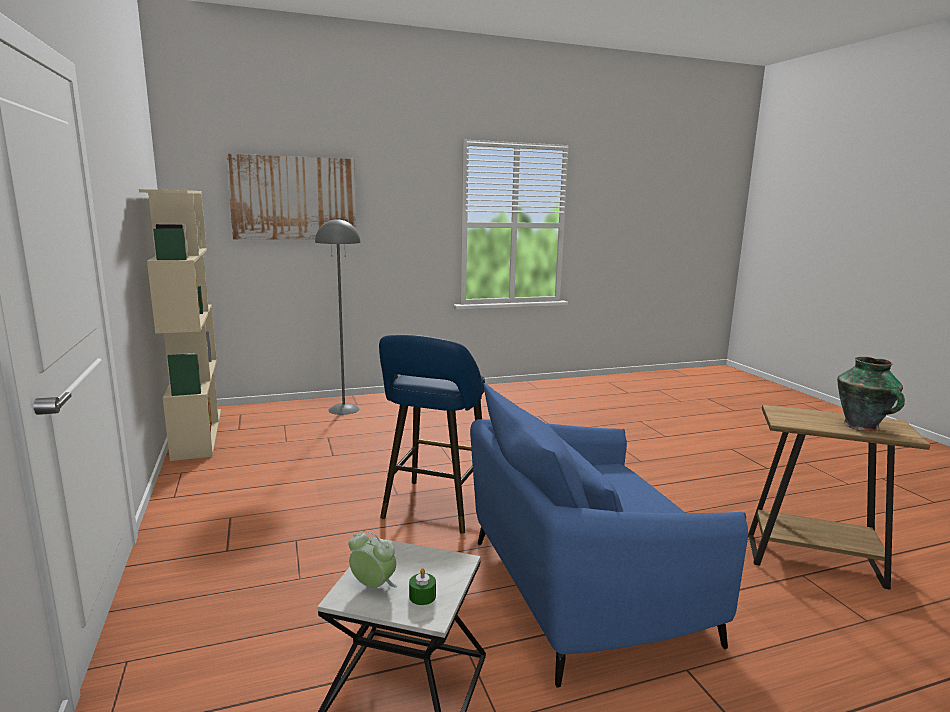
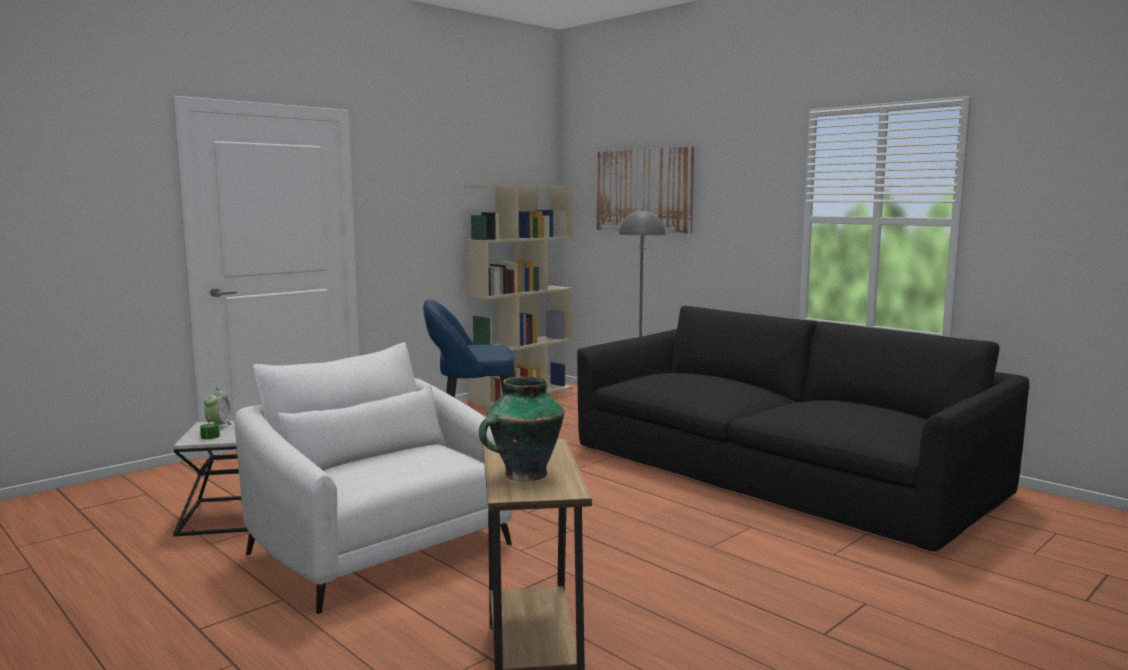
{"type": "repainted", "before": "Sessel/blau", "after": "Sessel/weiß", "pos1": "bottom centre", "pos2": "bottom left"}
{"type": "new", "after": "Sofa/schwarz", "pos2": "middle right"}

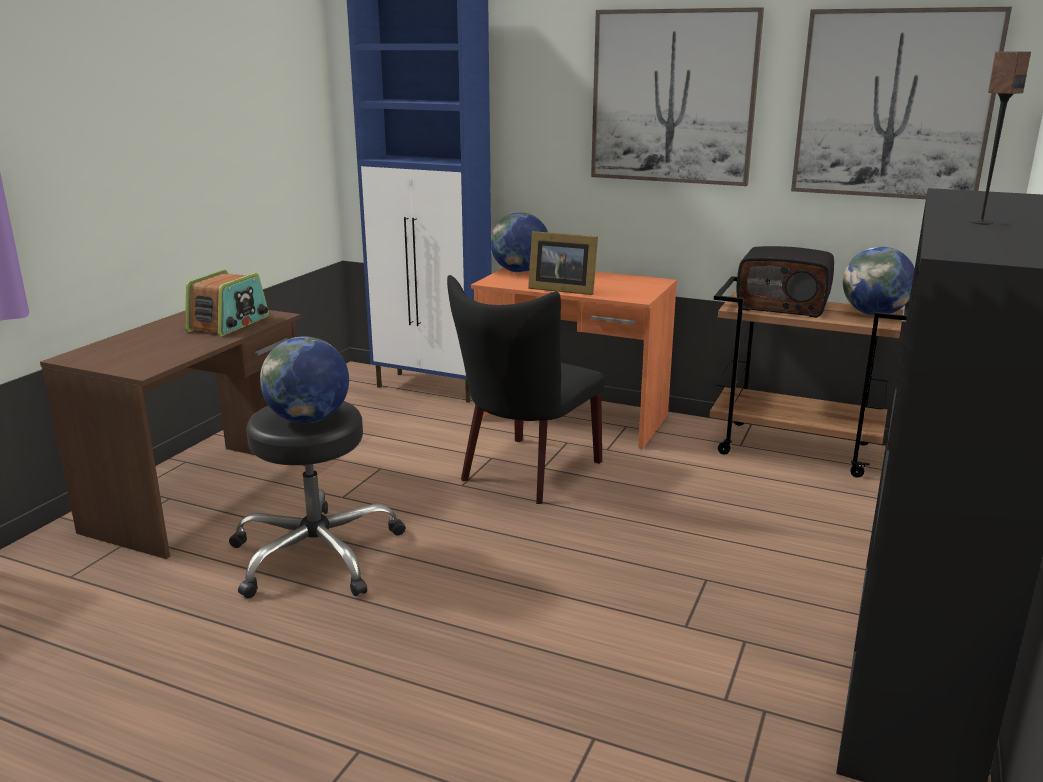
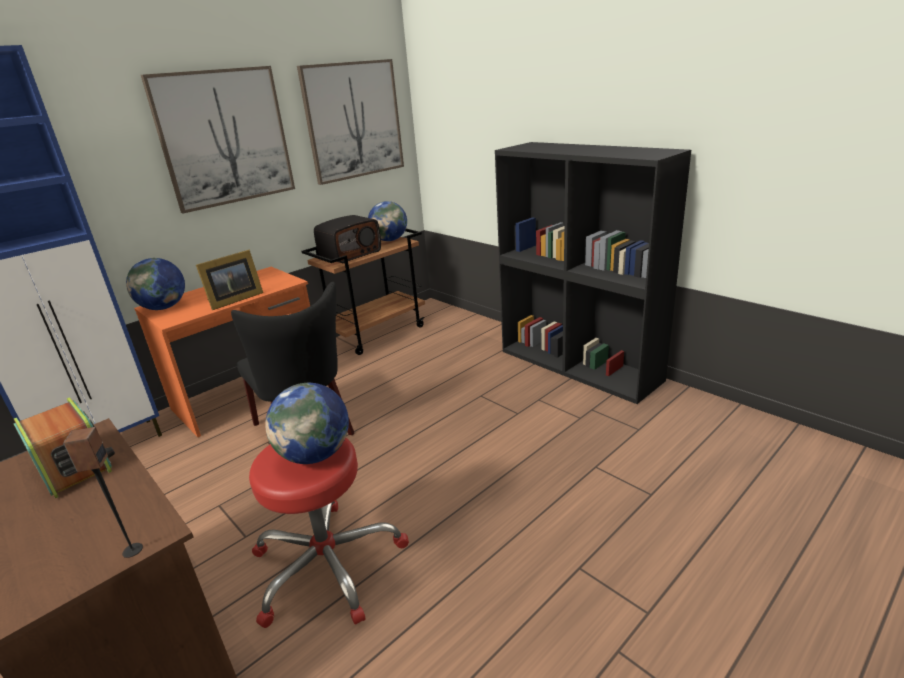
{"type": "shifted", "before": "Lautsprecher", "pos1": "top right", "pos2": "bottom left"}
{"type": "repainted", "before": "Hocker/schwarz", "after": "Hocker/rot", "pos1": "middle left", "pos2": "bottom centre"}

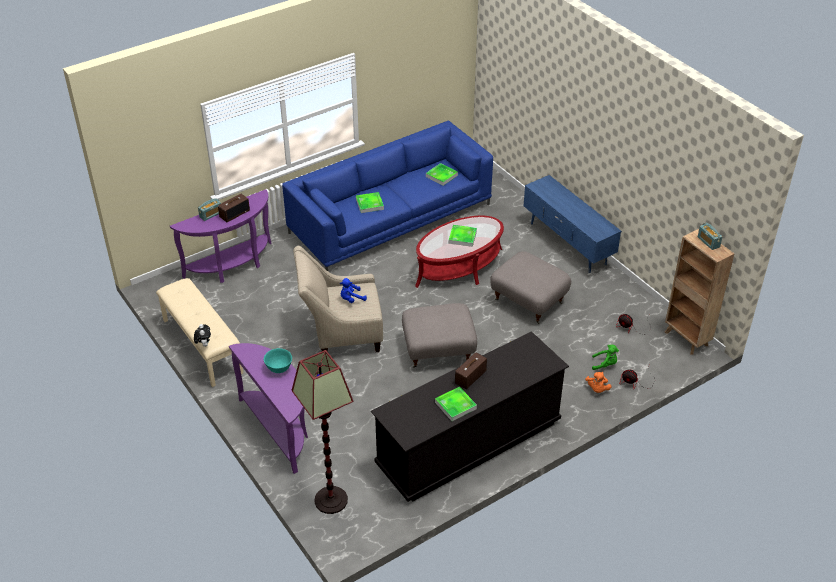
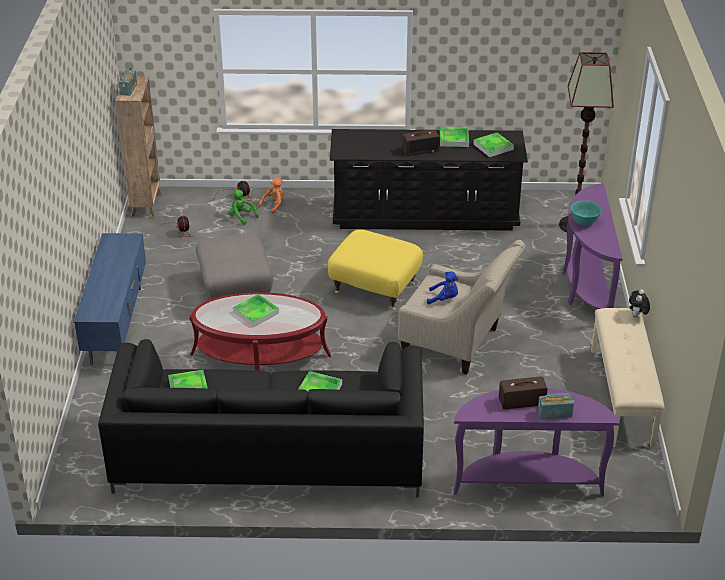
{"type": "repainted", "before": "Sofa/blau", "after": "Sofa/schwarz", "pos1": "centre", "pos2": "bottom centre"}
{"type": "repainted", "before": "Polsterhocker/grau (no. 1 from left)", "after": "Polsterhocker/gelb", "pos1": "centre", "pos2": "centre"}
{"type": "new", "after": "Tablett (no. 5 from left)", "pos2": "top right"}

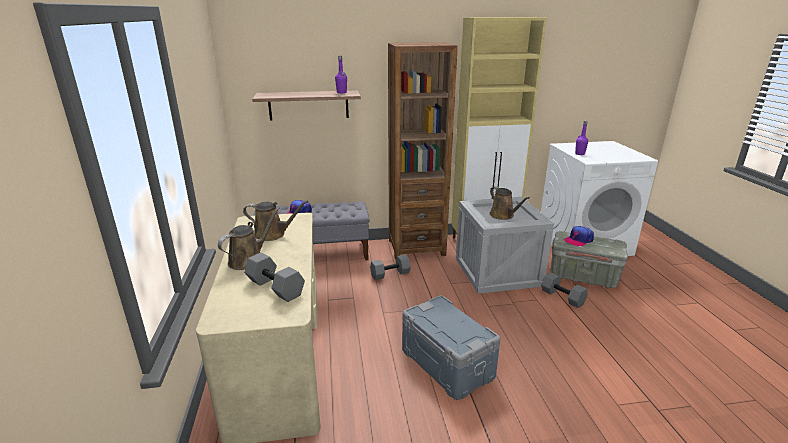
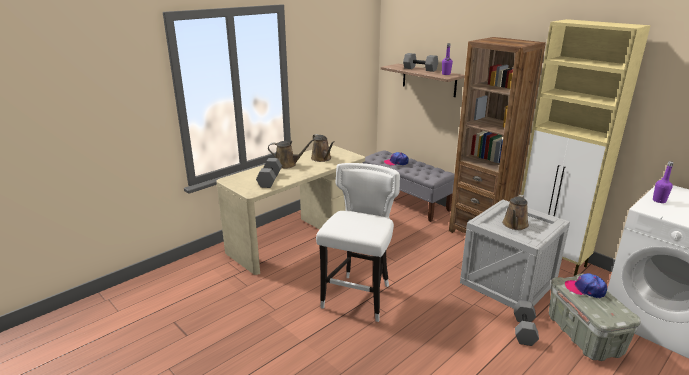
{"type": "shifted", "before": "Hantel/grau (no. 2 from left)", "pos1": "centre", "pos2": "top centre"}
{"type": "swapped", "before": "Aufbewahrungsbox/grau (no. 1 from left)", "after": "Hocker/weiß", "pos1": "bottom centre", "pos2": "centre"}

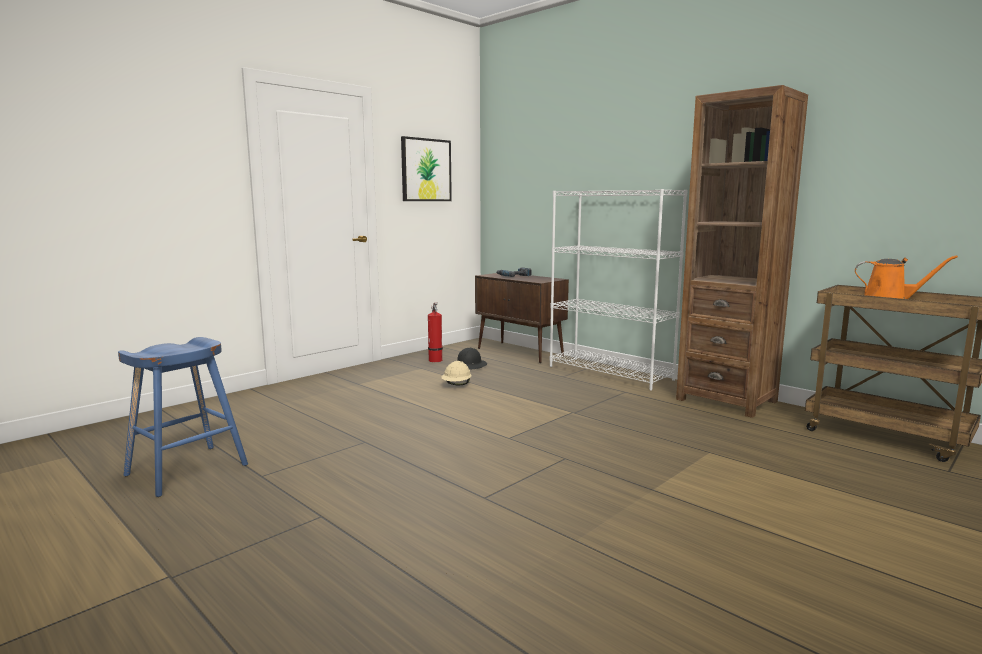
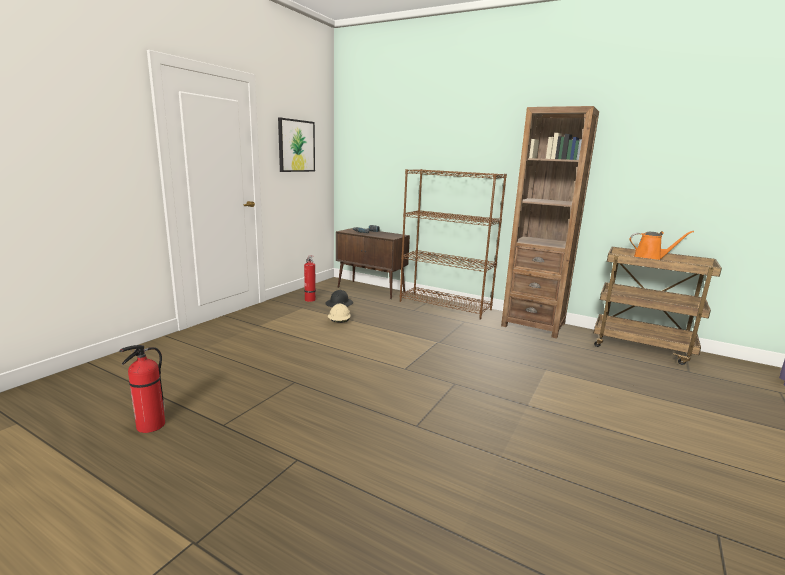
{"type": "repainted", "before": "Bücherregal/weiß", "after": "Bücherregal/braun (no. 1 from left)", "pos1": "centre", "pos2": "centre"}
{"type": "swapped", "before": "Hocker/blau", "after": "Feuerlöscher (no. 1 from left)", "pos1": "middle left", "pos2": "bottom left"}

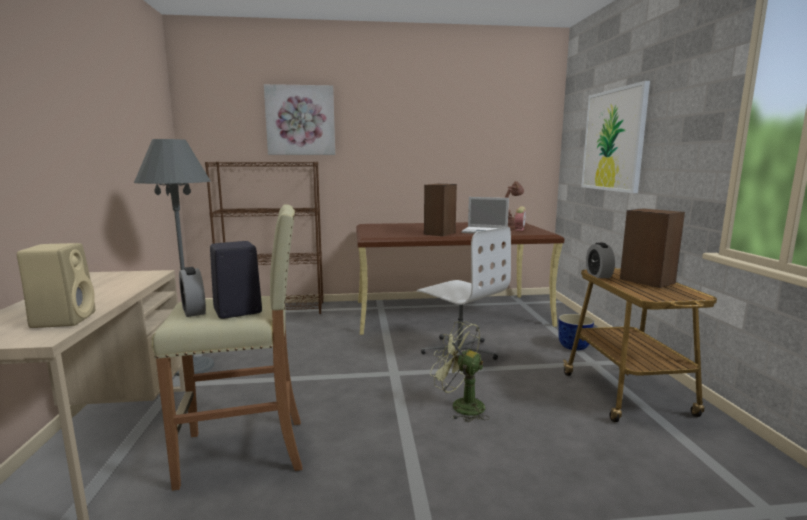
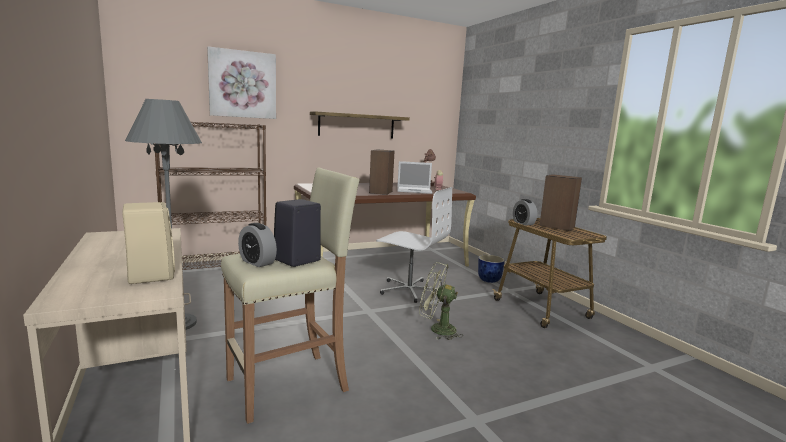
{"type": "gone", "before": "Bild (no. 2 from left)", "pos1": "top right"}
{"type": "new", "after": "Wandregal", "pos2": "top centre"}

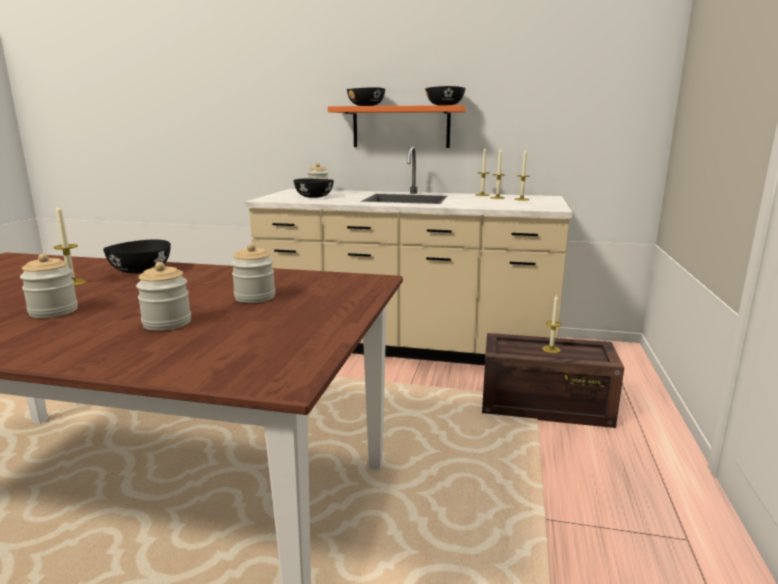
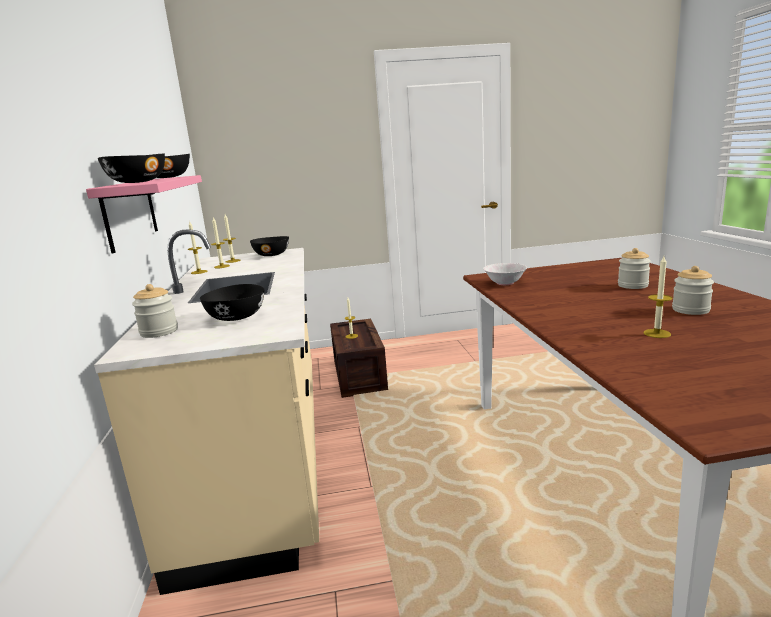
{"type": "repainted", "before": "Wandregal/orange", "after": "Wandregal/rosa", "pos1": "top centre", "pos2": "middle left"}
{"type": "shifted", "before": "Schüssel/schwarz (no. 1 from left in the first image)", "after": "Schüssel/schwarz (no. 4 from left)", "pos1": "middle left", "pos2": "centre"}
{"type": "gone", "before": "Vorratsglas (no. 3 from left)", "pos1": "middle left"}
{"type": "new", "after": "Schüssel/weiß", "pos2": "centre"}

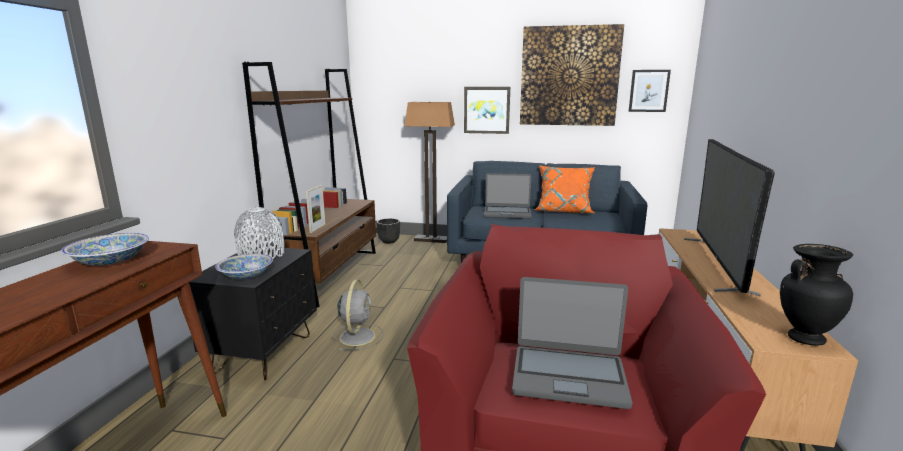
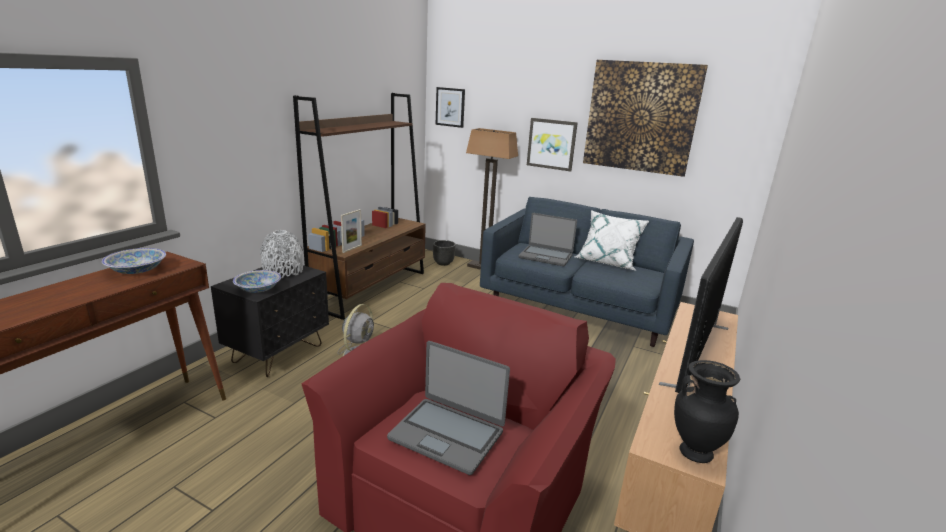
{"type": "shifted", "before": "Bild (no. 3 from left in the first image)", "after": "Bild (no. 1 from left)", "pos1": "top right", "pos2": "top centre"}
{"type": "repainted", "before": "Kissen/orange", "after": "Kissen/weiß", "pos1": "centre", "pos2": "centre"}

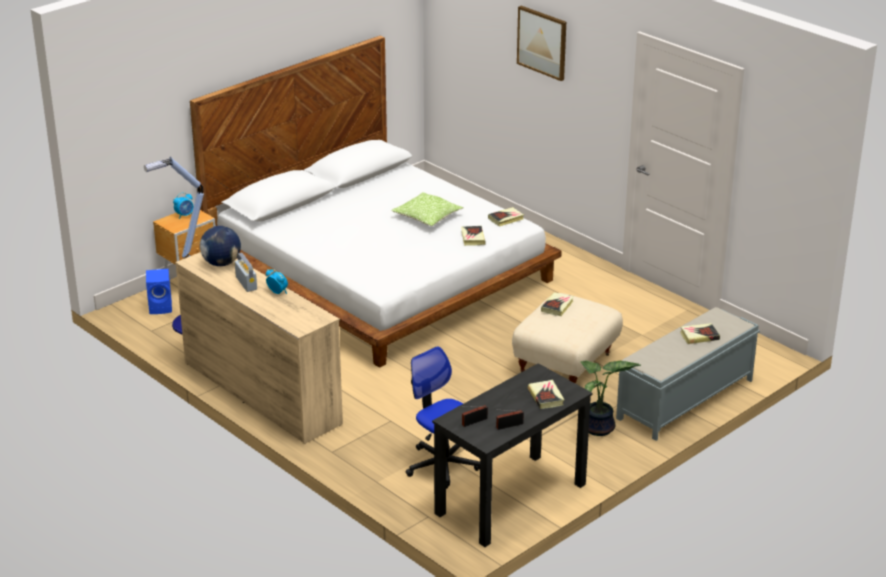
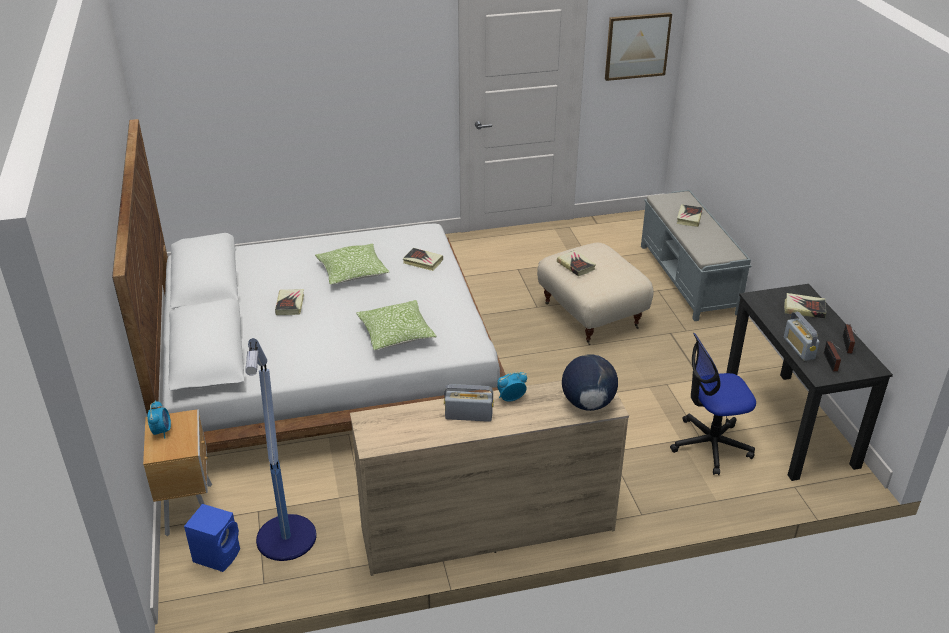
{"type": "shifted", "before": "Bild", "pos1": "top centre", "pos2": "top right"}
{"type": "shifted", "before": "Buch (no. 2 from left in the first image)", "after": "Buch (no. 1 from left)", "pos1": "centre", "pos2": "middle left"}
{"type": "shifted", "before": "Globus", "pos1": "middle left", "pos2": "centre"}
{"type": "gone", "before": "Topfpflanze", "pos1": "bottom right"}
{"type": "new", "after": "Kissen (no. 2 from left)", "pos2": "centre"}
{"type": "new", "after": "Radio (no. 2 from left)", "pos2": "middle right"}

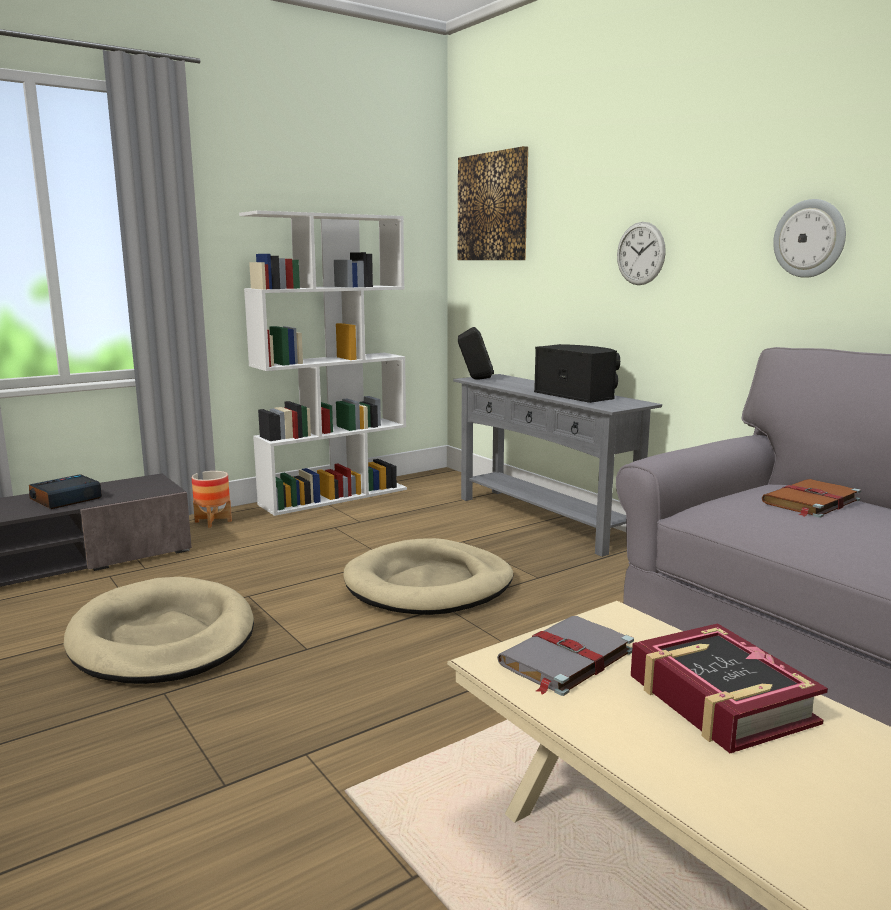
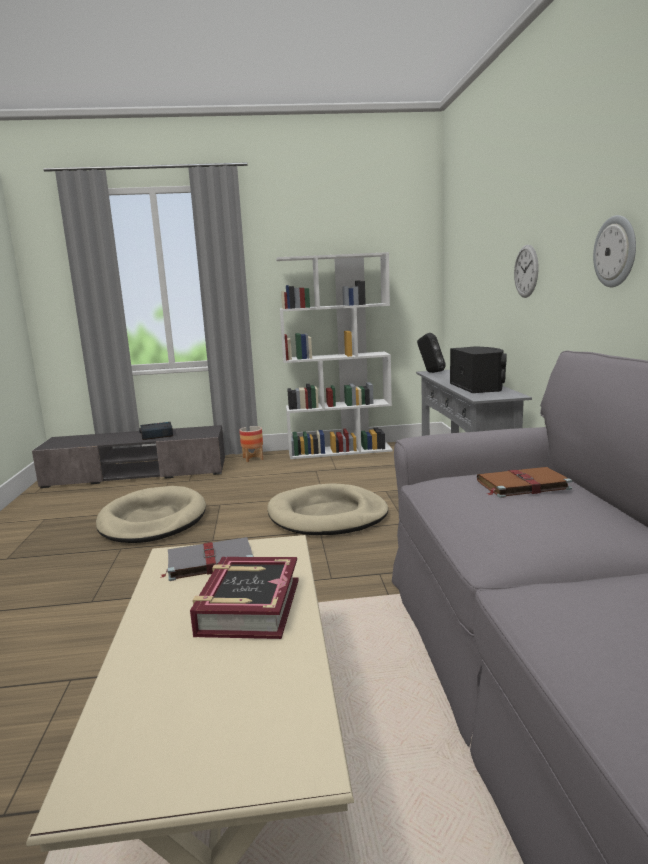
{"type": "gone", "before": "Bild", "pos1": "top centre"}

